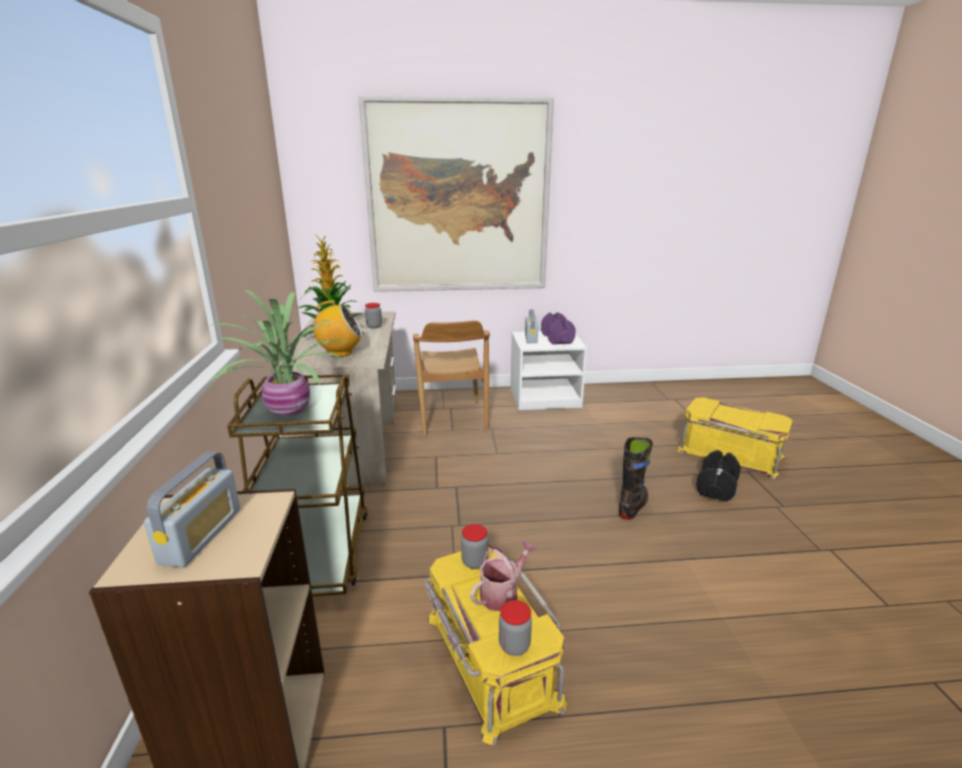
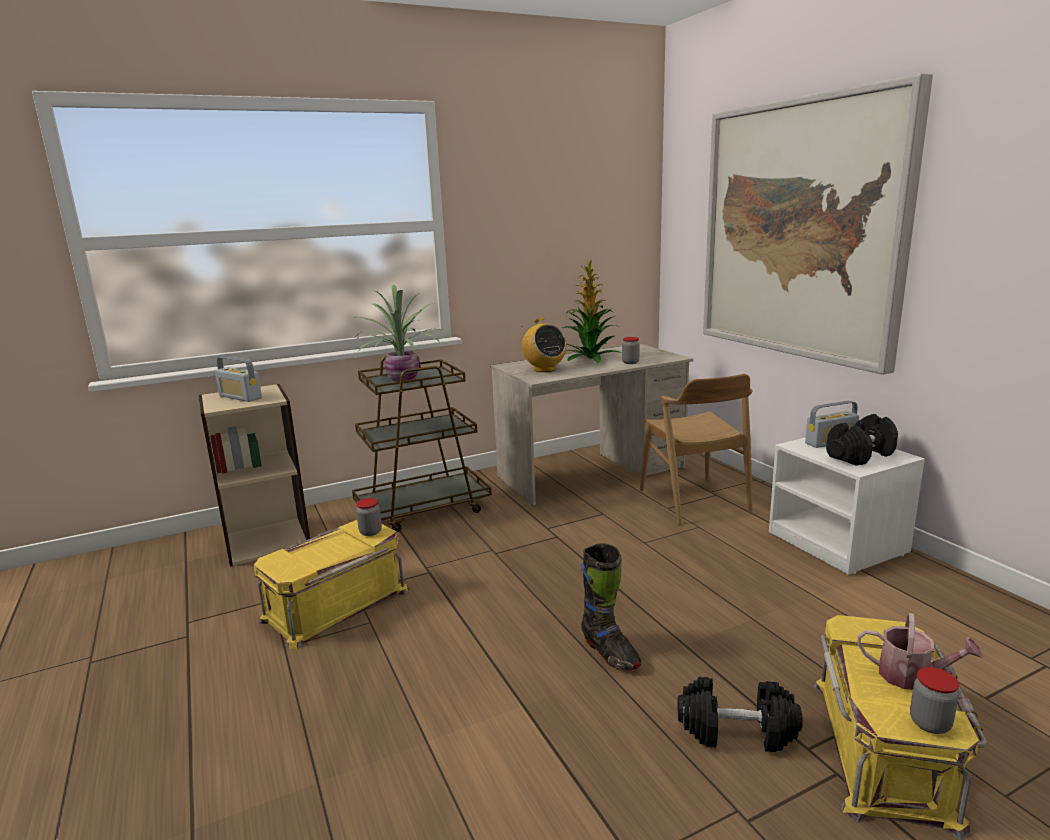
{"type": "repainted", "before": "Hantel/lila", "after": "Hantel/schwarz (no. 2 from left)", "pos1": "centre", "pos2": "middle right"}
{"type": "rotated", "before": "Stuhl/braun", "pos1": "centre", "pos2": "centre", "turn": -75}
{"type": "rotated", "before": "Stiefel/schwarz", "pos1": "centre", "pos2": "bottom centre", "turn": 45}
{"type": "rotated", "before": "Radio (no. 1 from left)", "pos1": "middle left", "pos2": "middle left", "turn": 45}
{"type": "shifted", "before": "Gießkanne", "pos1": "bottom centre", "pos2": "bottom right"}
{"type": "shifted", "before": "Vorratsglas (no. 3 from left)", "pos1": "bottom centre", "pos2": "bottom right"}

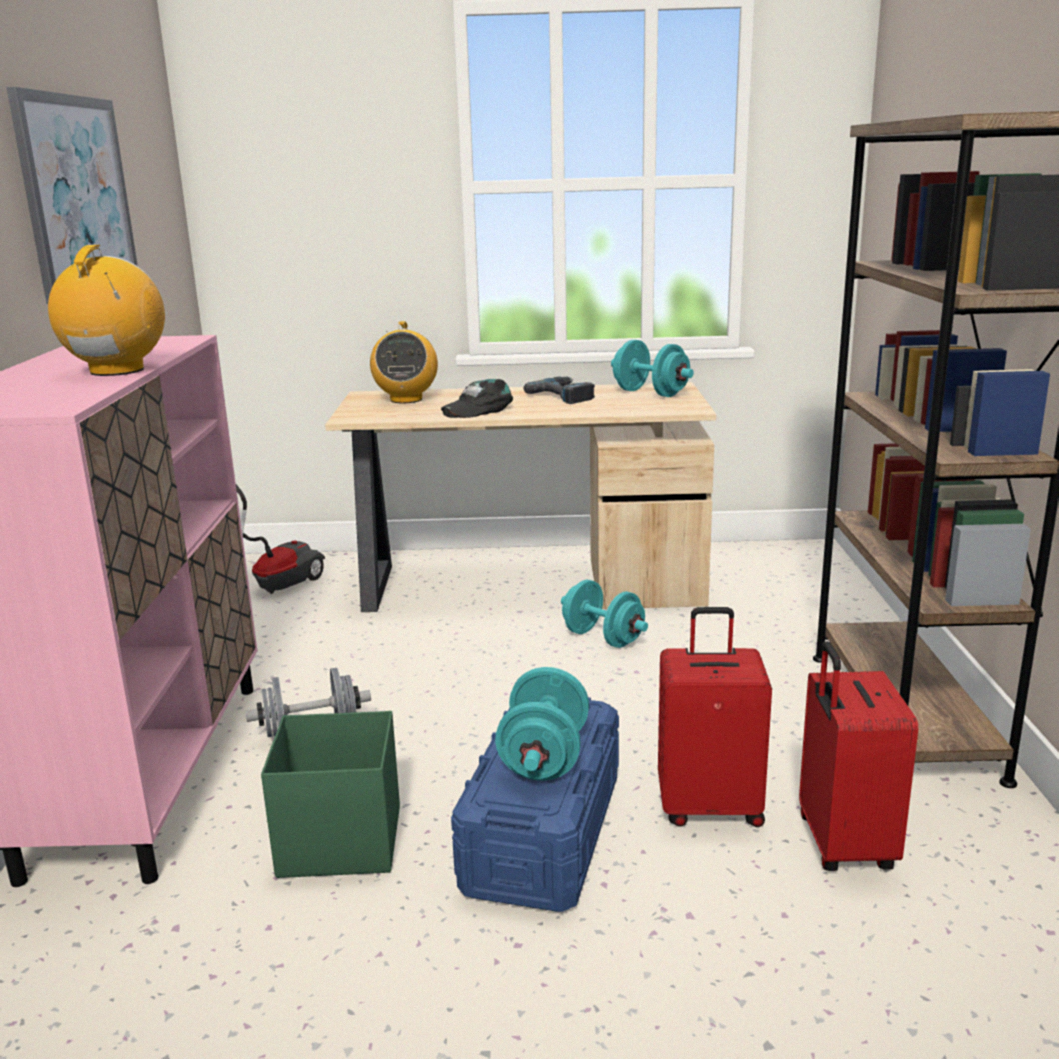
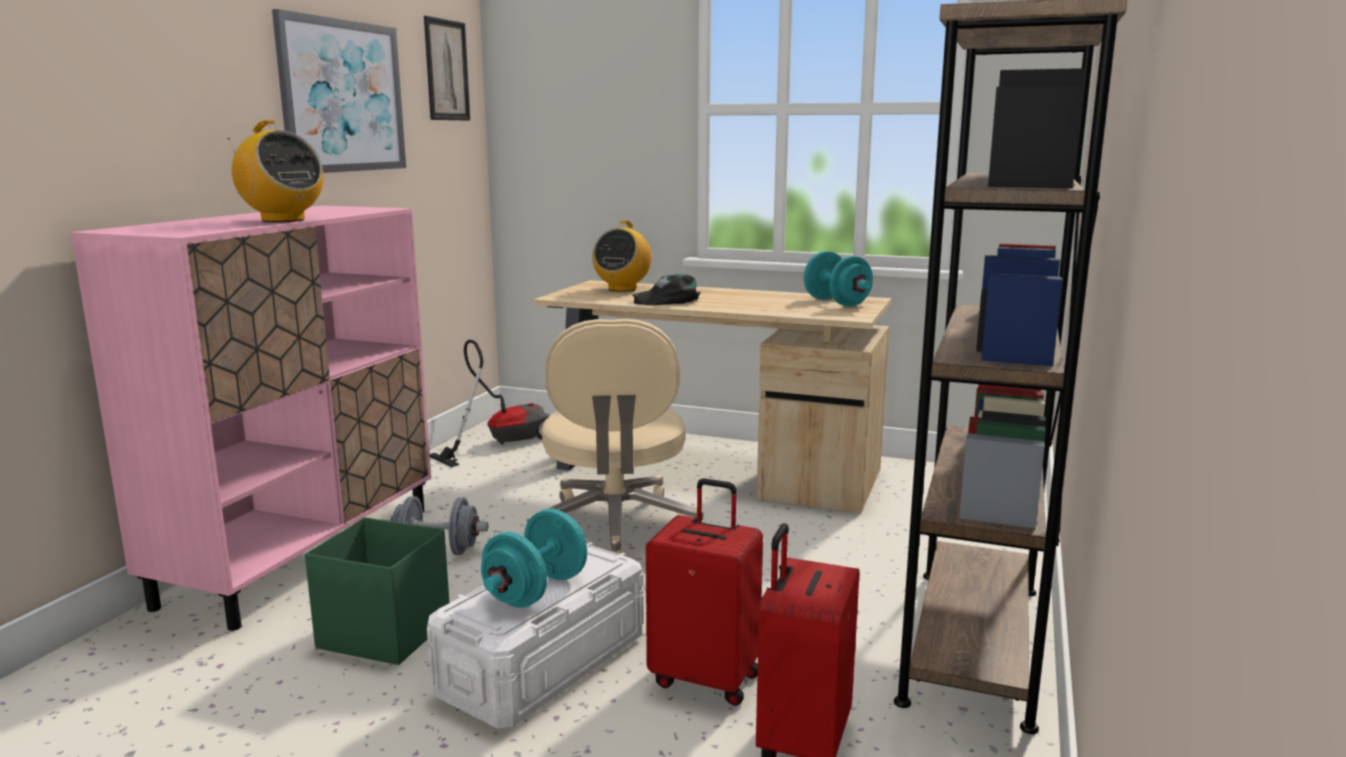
{"type": "rotated", "before": "Radio (no. 1 from left)", "pos1": "top left", "pos2": "top left", "turn": 105}
{"type": "gone", "before": "Bohrmaschine", "pos1": "centre"}
{"type": "gone", "before": "Hantel/türkis (no. 2 from left)", "pos1": "centre"}
{"type": "repainted", "before": "Aufbewahrungsbox/blau", "after": "Aufbewahrungsbox/weiß", "pos1": "bottom centre", "pos2": "bottom centre"}
{"type": "new", "after": "Bild (no. 2 from left)", "pos2": "top left"}
{"type": "new", "after": "Bürostuhl/beige", "pos2": "centre"}

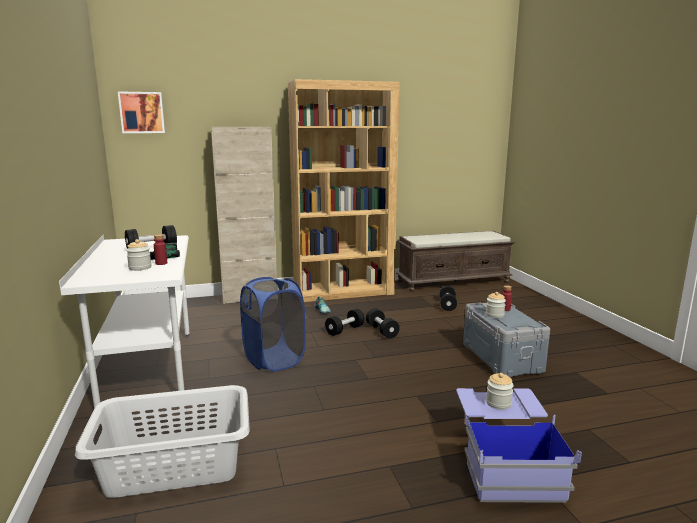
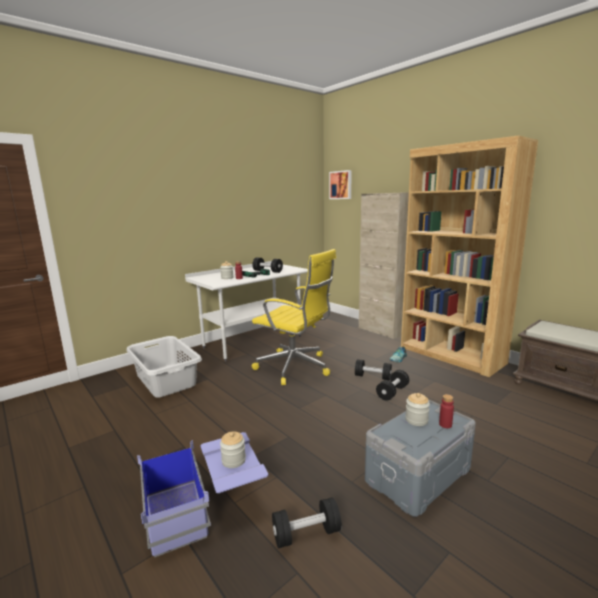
{"type": "swapped", "before": "Wäschekorb/blau", "after": "Bürostuhl/gelb", "pos1": "centre", "pos2": "centre"}
{"type": "shifted", "before": "Hantel/schwarz (no. 4 from left in the first image)", "after": "Hantel/schwarz (no. 2 from left)", "pos1": "centre", "pos2": "bottom centre"}

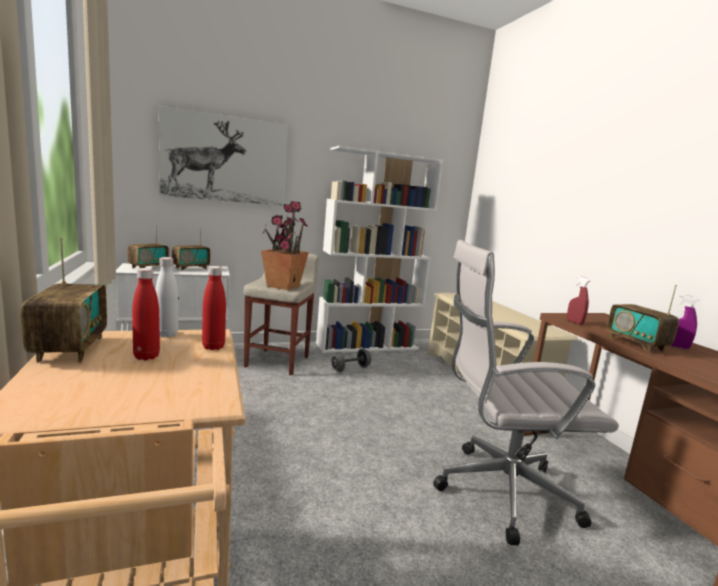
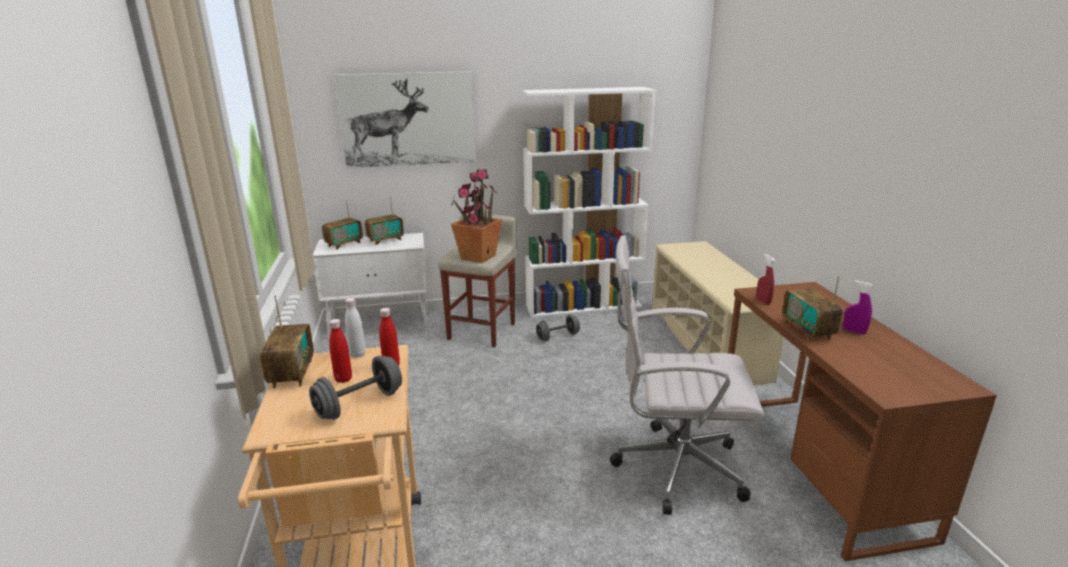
{"type": "new", "after": "Hantel/grau (no. 1 from left)", "pos2": "bottom left"}

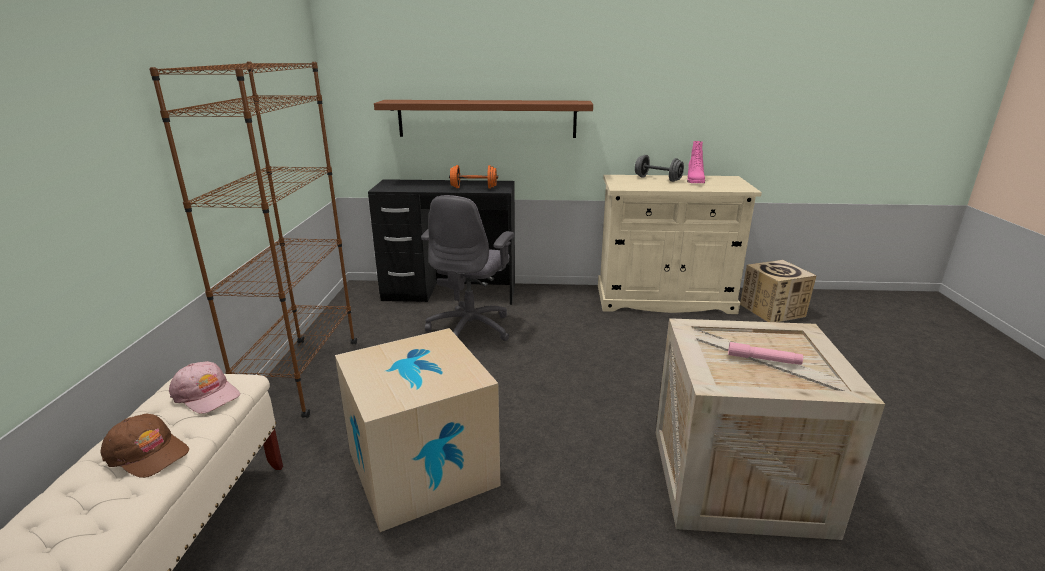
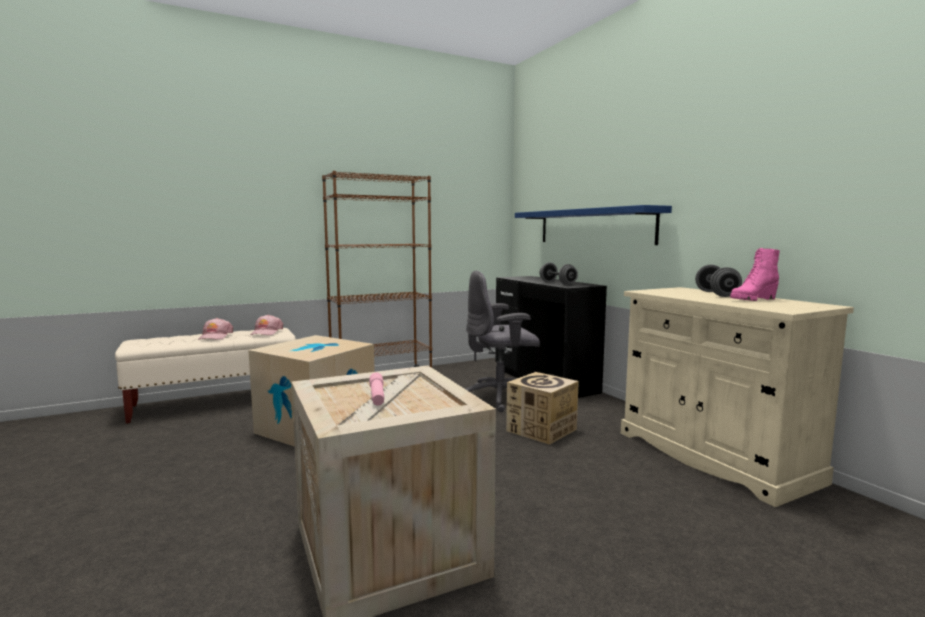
{"type": "repainted", "before": "Wandregal/braun", "after": "Wandregal/blau", "pos1": "top centre", "pos2": "centre"}
{"type": "repainted", "before": "Hantel/orange", "after": "Hantel/grau (no. 1 from left)", "pos1": "top centre", "pos2": "centre"}
{"type": "shifted", "before": "Karton (no. 2 from left)", "pos1": "middle right", "pos2": "centre"}
{"type": "repainted", "before": "Kappe/braun", "after": "Kappe/rosa (no. 1 from left)", "pos1": "bottom left", "pos2": "middle left"}

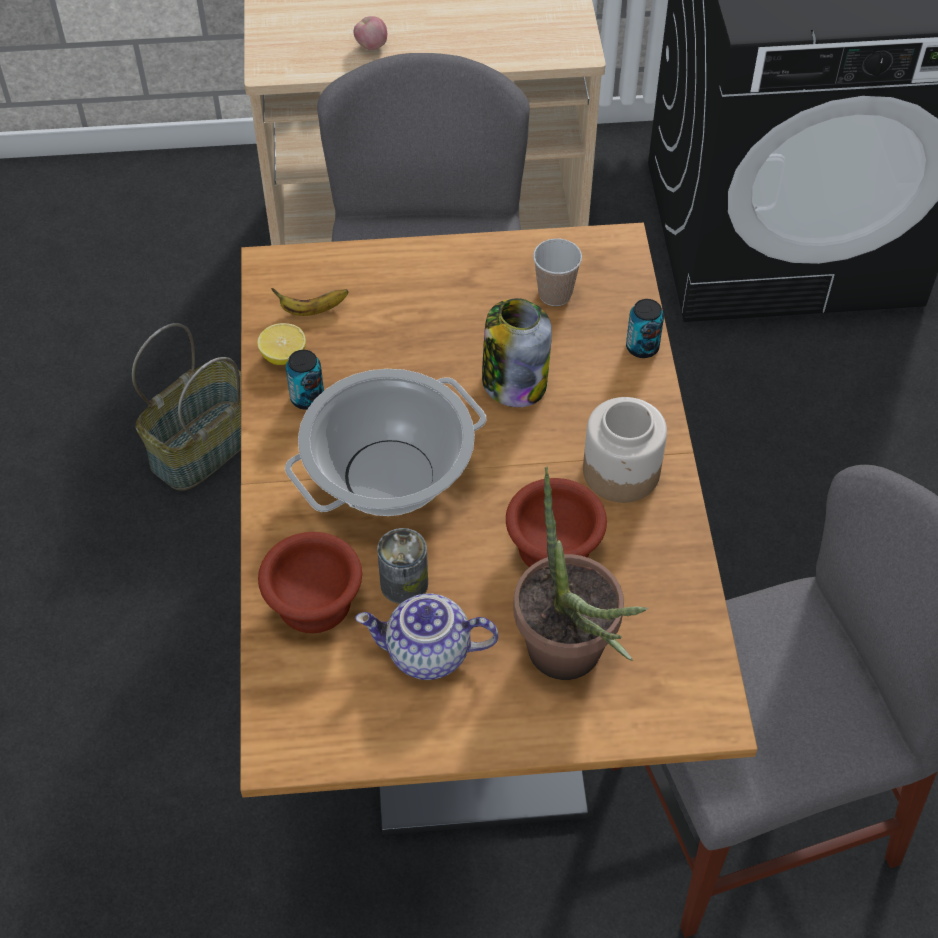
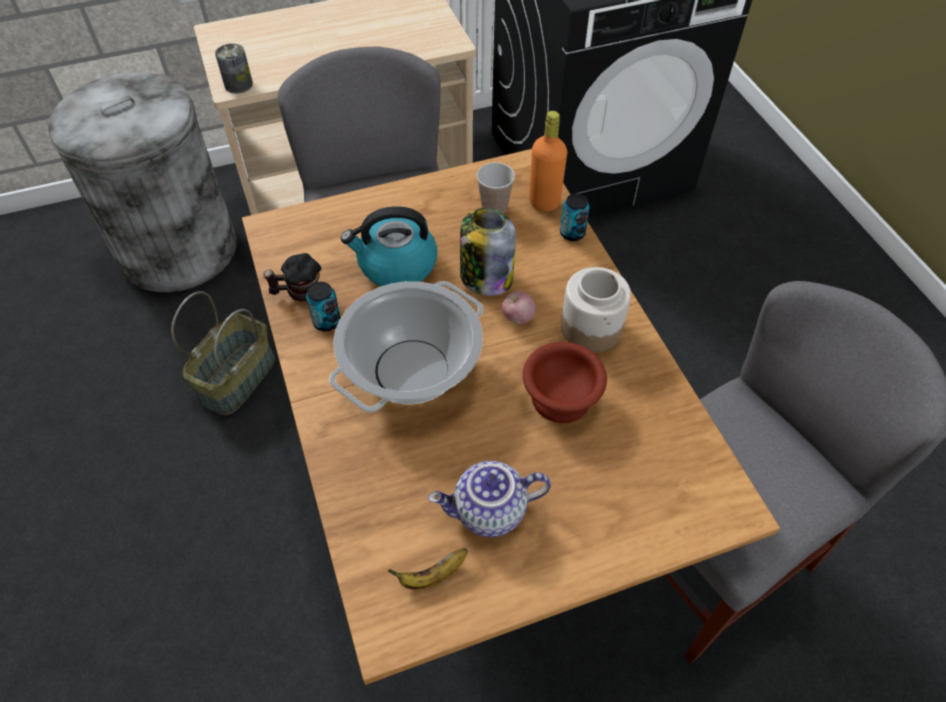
{"type": "shifted", "before": "Apfel", "pos1": "top centre", "pos2": "centre"}
{"type": "shifted", "before": "Banane", "pos1": "top left", "pos2": "bottom centre"}
{"type": "swapped", "before": "Zitrone", "after": "Henkelbecher", "pos1": "middle left", "pos2": "middle left"}
{"type": "gone", "before": "Topfpflanze", "pos1": "centre"}
{"type": "shifted", "before": "Dose (no. 2 from left in the first image)", "after": "Dose (no. 1 from left)", "pos1": "centre", "pos2": "top left"}
{"type": "gone", "before": "Schüssel/braun (no. 1 from left)", "pos1": "middle left"}
{"type": "new", "after": "Mülleimer/grau", "pos2": "top left"}
{"type": "new", "after": "Flasche/orange", "pos2": "top centre"}
{"type": "new", "after": "Wasserkessel", "pos2": "centre"}

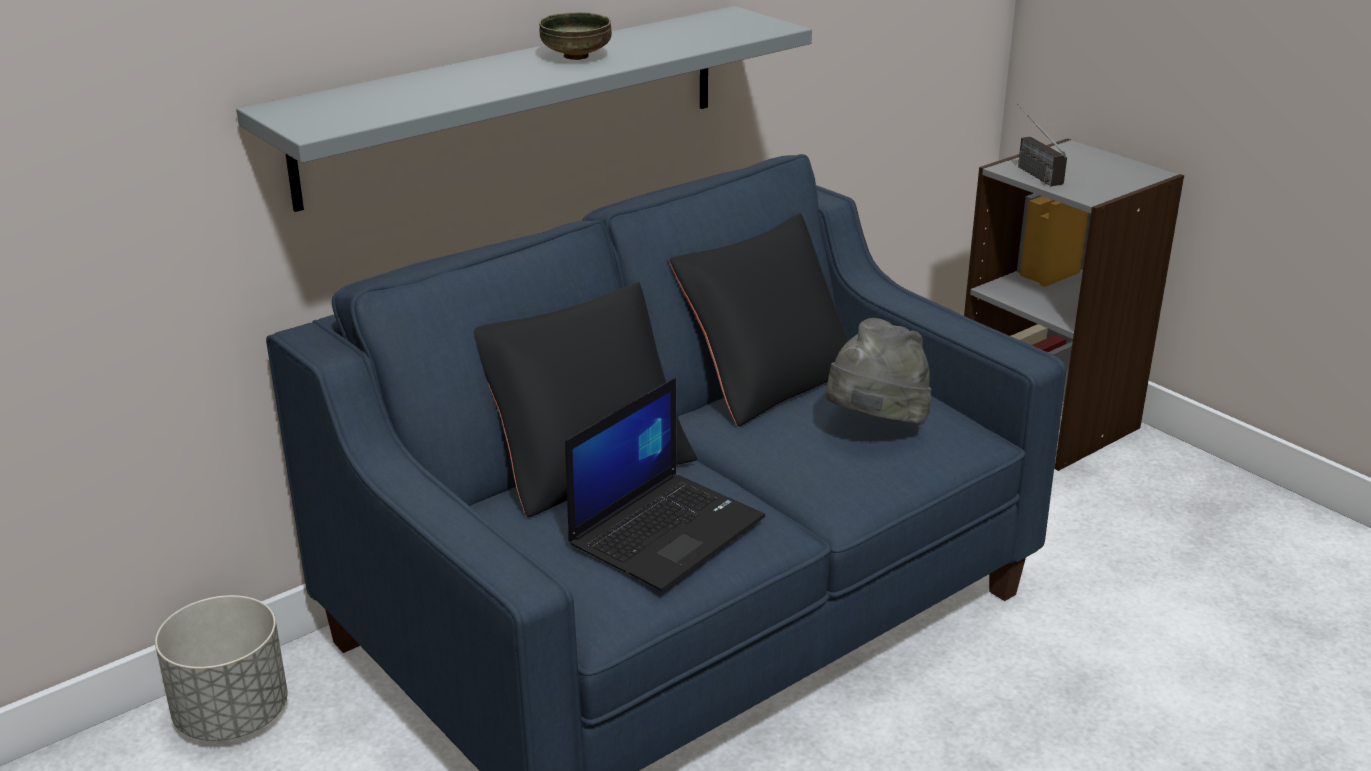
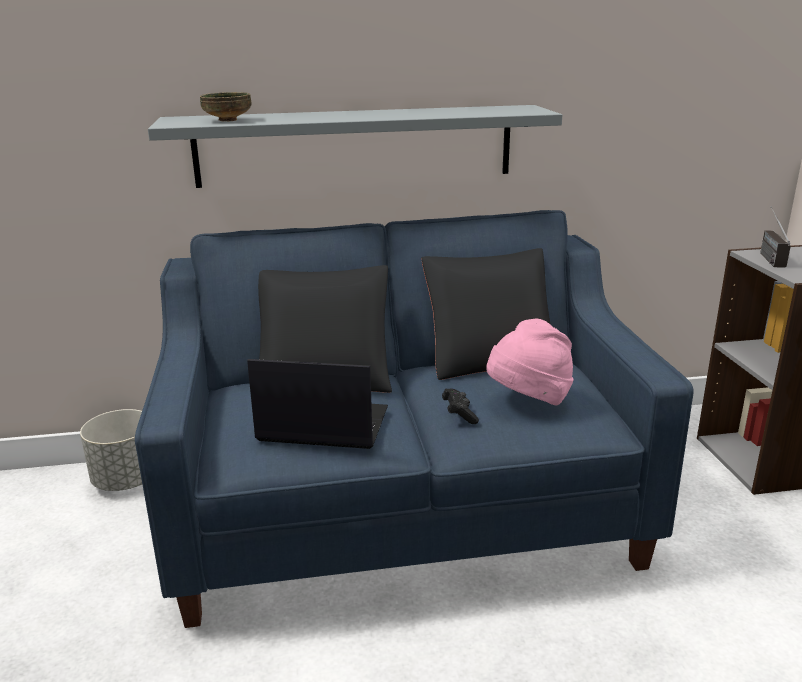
{"type": "shifted", "before": "Schüssel", "pos1": "top centre", "pos2": "top left"}
{"type": "repainted", "before": "Hut/grau", "after": "Hut/rosa", "pos1": "centre", "pos2": "centre"}
{"type": "rotated", "before": "Laptop", "pos1": "centre", "pos2": "centre", "turn": -150}
{"type": "new", "after": "Gamepad/schwarz", "pos2": "centre"}

